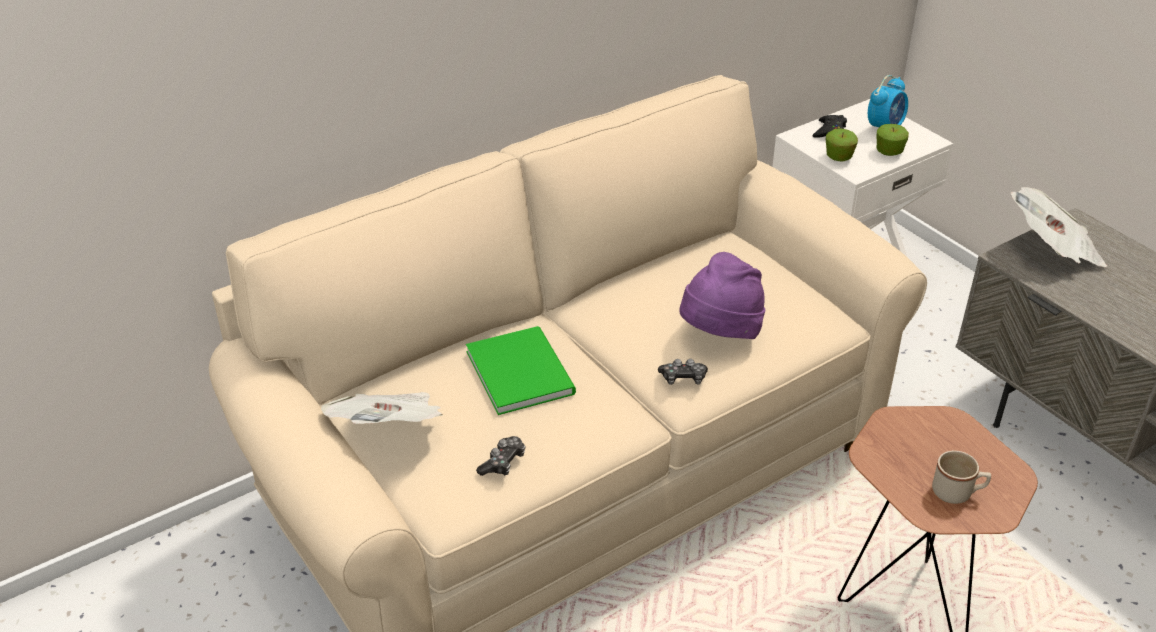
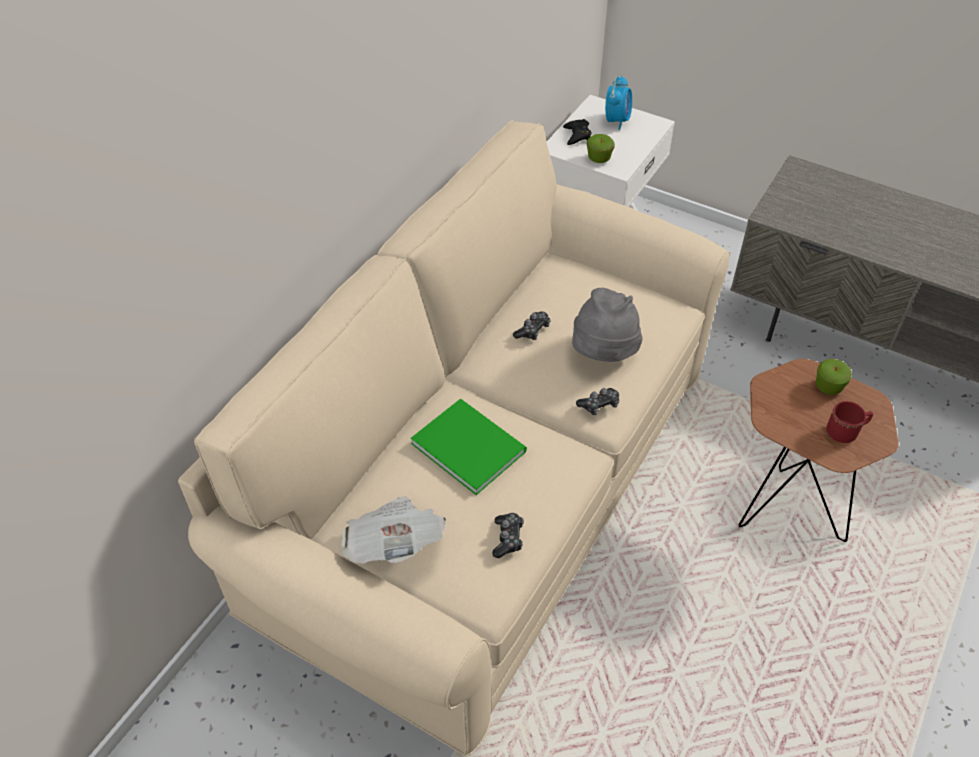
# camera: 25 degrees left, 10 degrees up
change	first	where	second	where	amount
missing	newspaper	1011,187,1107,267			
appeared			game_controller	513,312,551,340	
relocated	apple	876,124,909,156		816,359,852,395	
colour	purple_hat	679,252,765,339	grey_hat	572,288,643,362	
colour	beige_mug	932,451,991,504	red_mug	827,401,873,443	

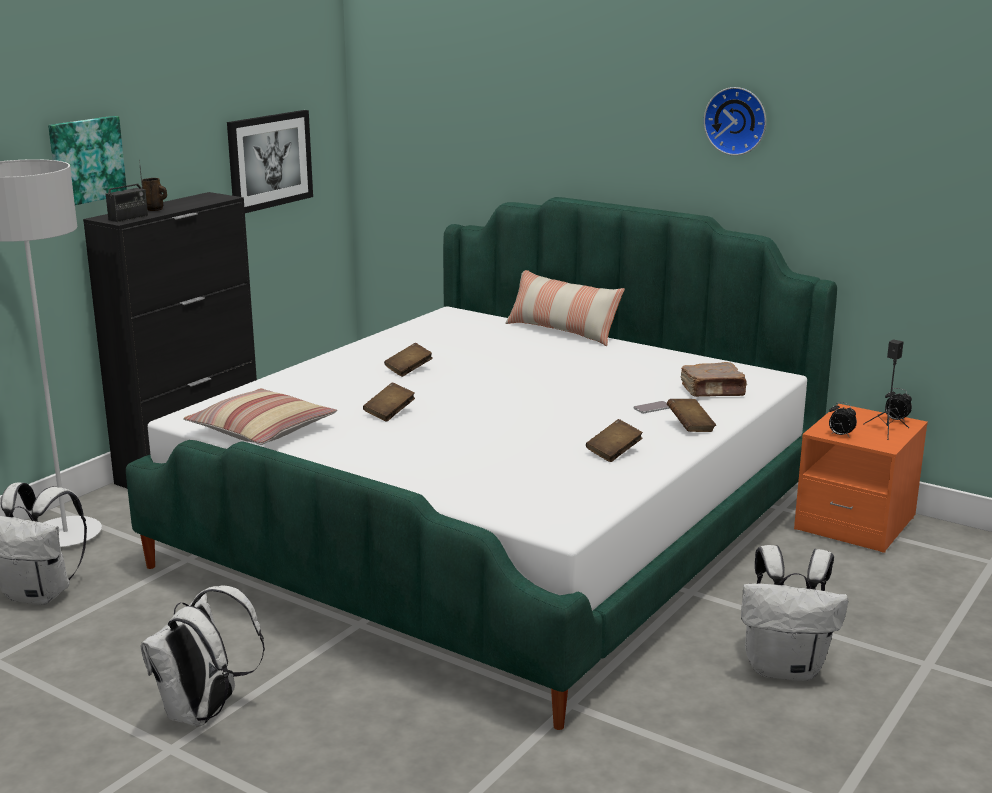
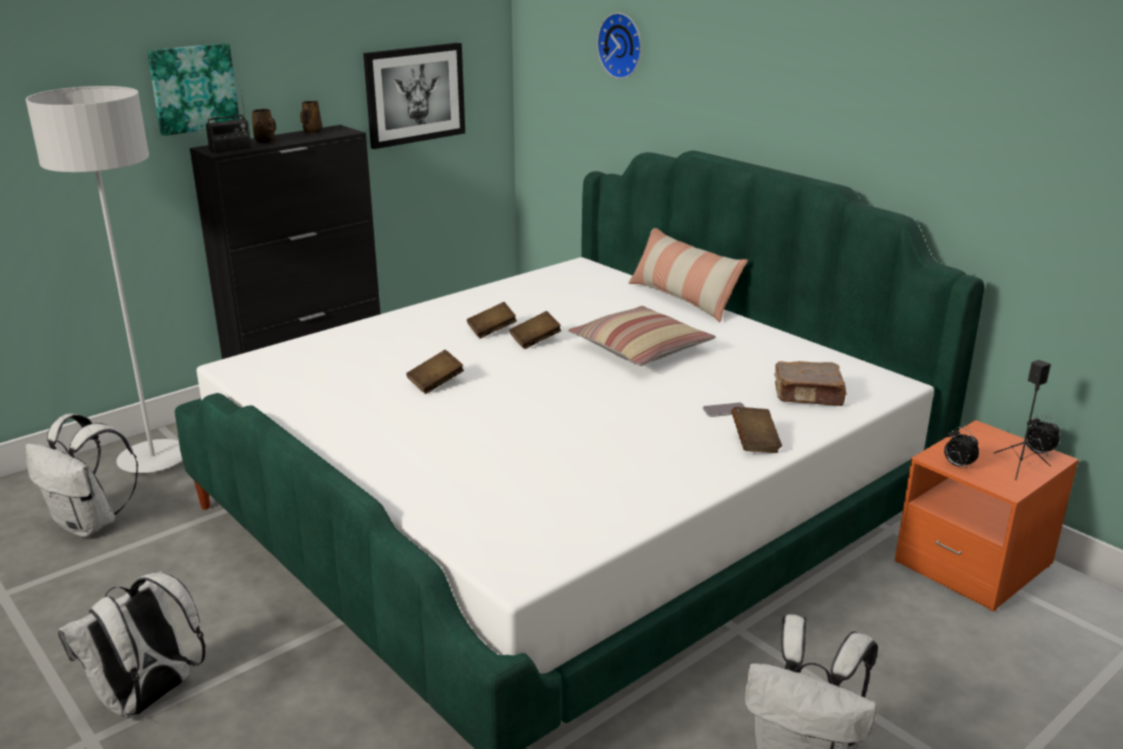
# camera: 15 degrees right, 5 degrees up
change	first	where	second	where	amount
appeared			brown_mug	300,101,323,133	
relocated	pillow	183,388,337,445		568,306,716,366	
relocated	brown_book	586,419,643,462		509,311,562,349	
relocated	wall_clock	704,87,766,156		597,13,641,79	

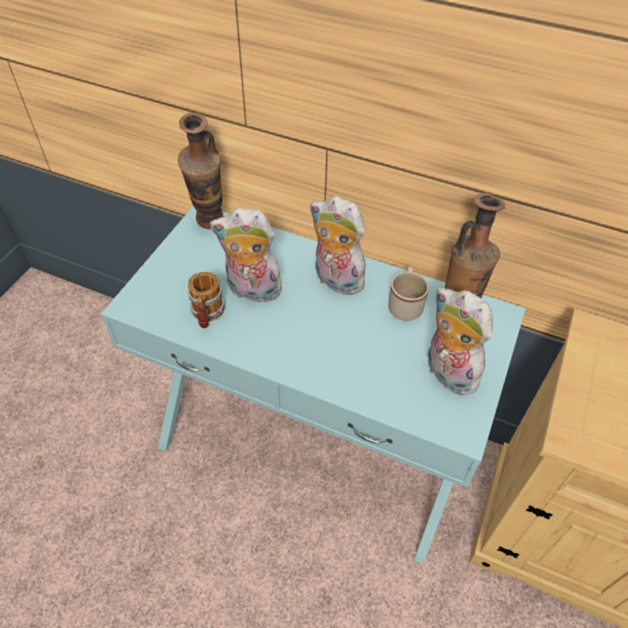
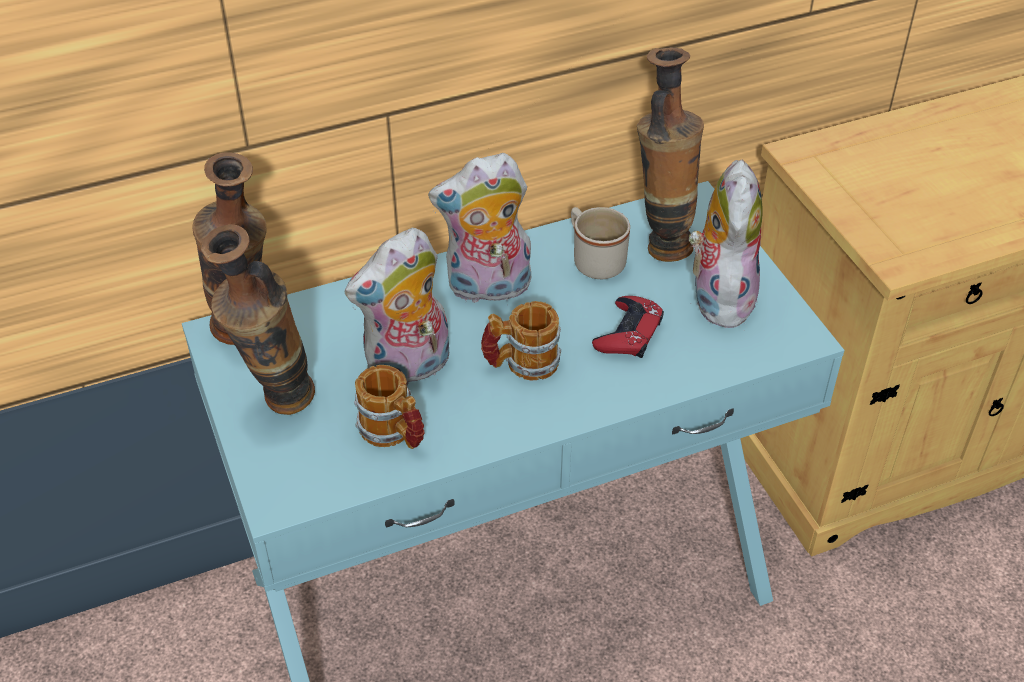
# camera: 45 degrees left, 5 degrees down
change	first	where	second	where	amount
appeared			vase	201,224,315,415	
appeared			mug	481,301,561,381	
appeared			red_game_controller	592,296,664,358	
spun	plush_toy	428,288,493,395		689,160,763,328	90 degrees clockwise

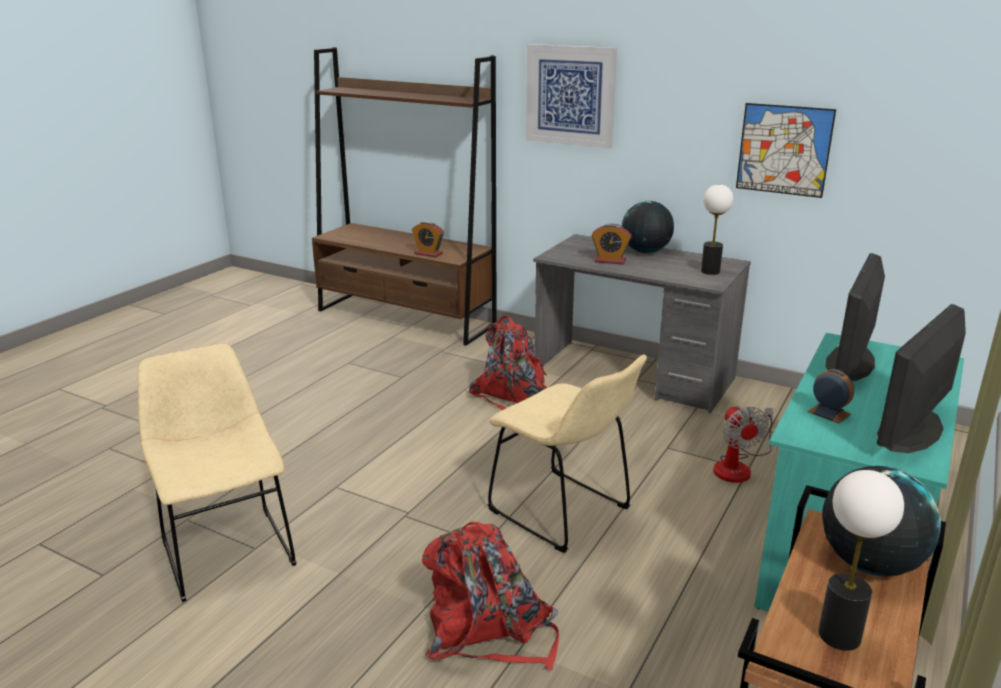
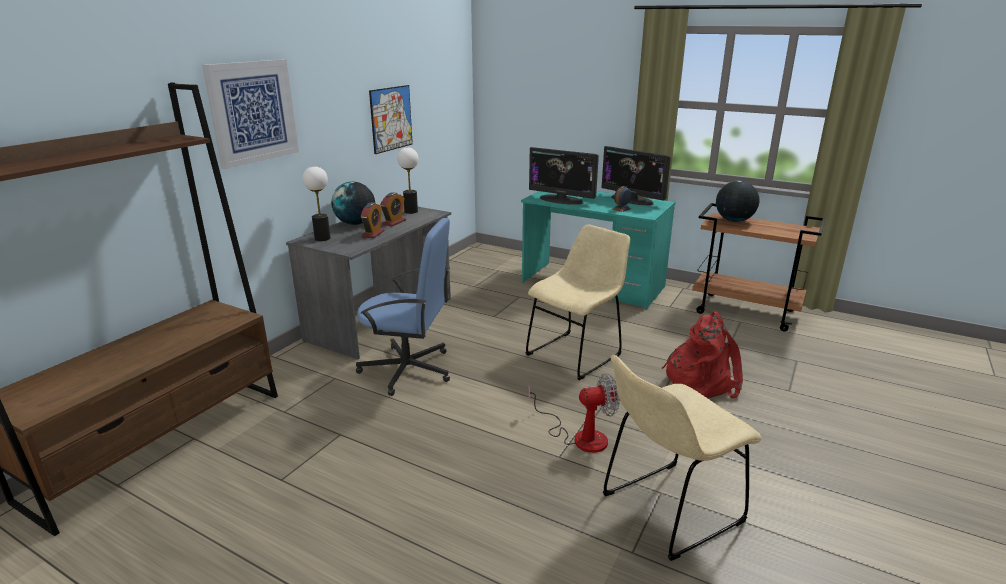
# camera: 90 degrees left, 0 degrees up
change	first	where	second	where	amount
relocated	alarm_clock	412,221,444,258		380,192,406,226	
relocated	fan	713,405,774,483		528,374,620,453	
relocated	table_lamp	818,470,904,651		303,166,331,241	
exchanged	red_backpack	469,316,547,410	blue_office_chair	356,218,450,396	

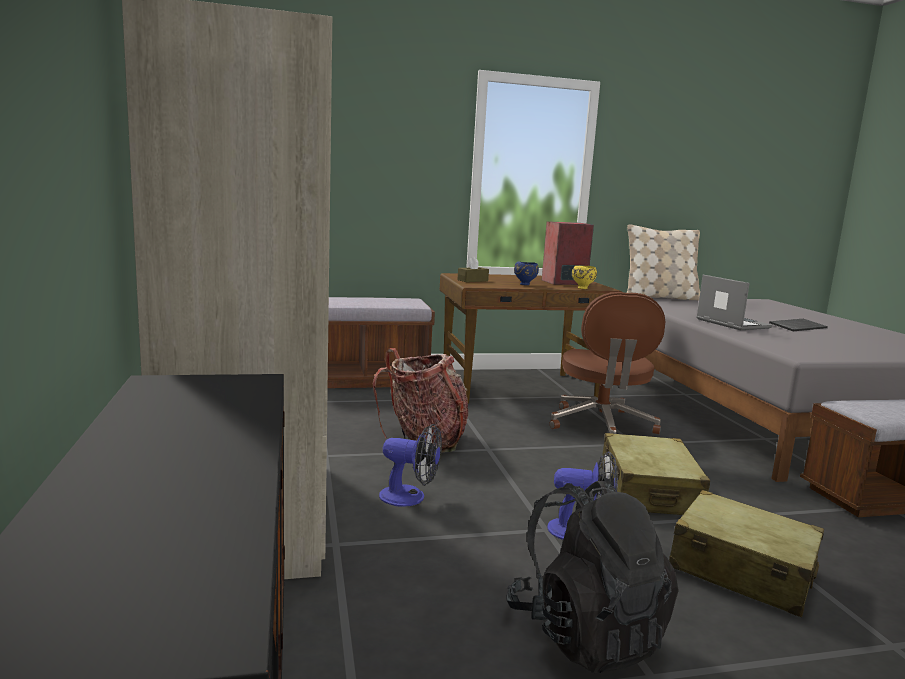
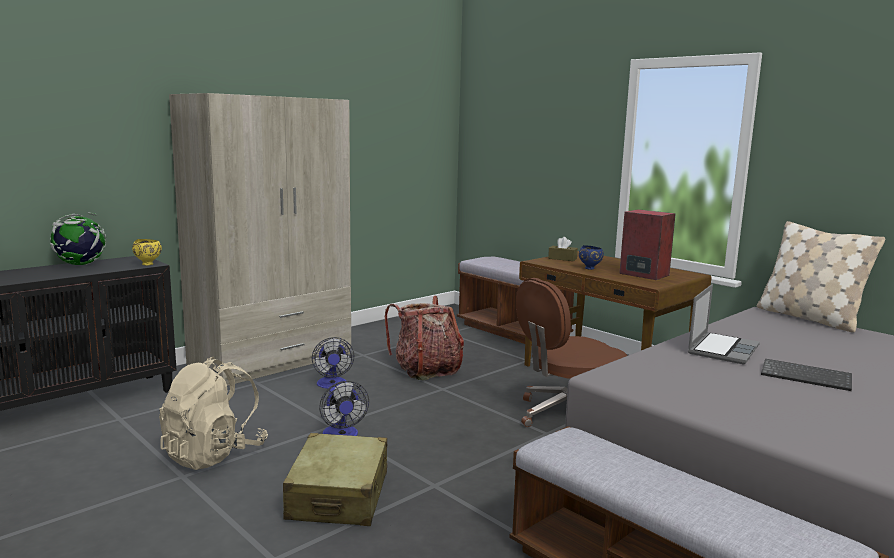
# camera: 60 degrees right, 0 degrees up
change	first	where	second	where	amount
missing	beige_suitcase	601,433,710,515			
appeared			globe	50,213,106,265	
relocated	yellow_bowl	572,266,597,289		132,239,162,265	
colour	black_backpack	506,477,679,673	beige_backpack	159,357,268,470	

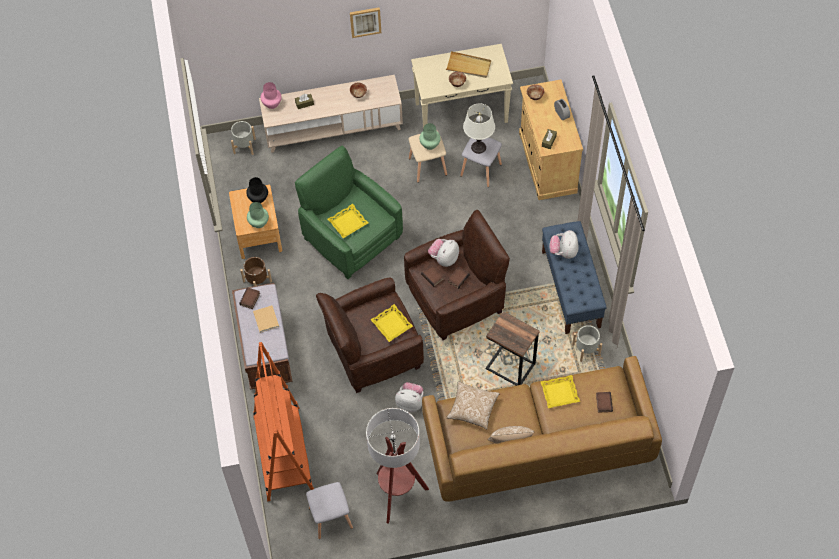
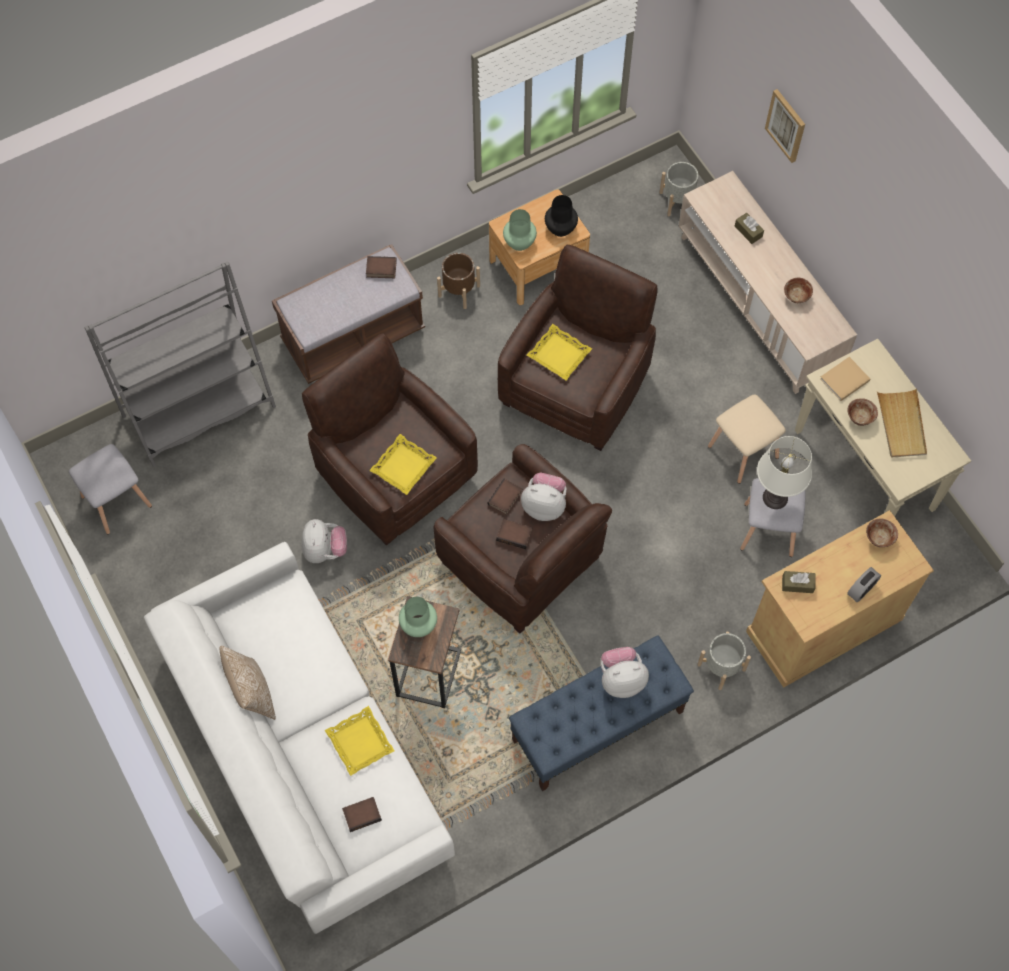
# camera: 70 degrees right, 5 degrees up
change	first	where	second	where	amount
missing	pink_vase	261,82,282,109			
missing	floor_lamp	366,408,429,524			
missing	pillow	446,381,500,429			
relocated	beige_book	253,305,279,333		820,357,870,401	
relocated	picture	350,7,381,38		765,89,805,163	
relocated	green_vase	419,123,441,150		399,597,437,637	
relocated	grey_planter	572,325,602,362		697,632,751,690	
colour	orange_bookcase	253,342,314,501	grey_bookcase	84,261,276,467	
colour	green_armchair	295,146,403,279	brown_armchair	498,245,657,451	
colour	brown_sofa	422,356,662,502	white_sofa	144,542,455,934	

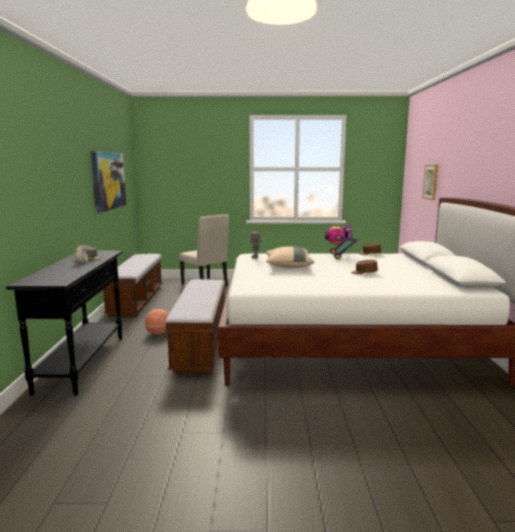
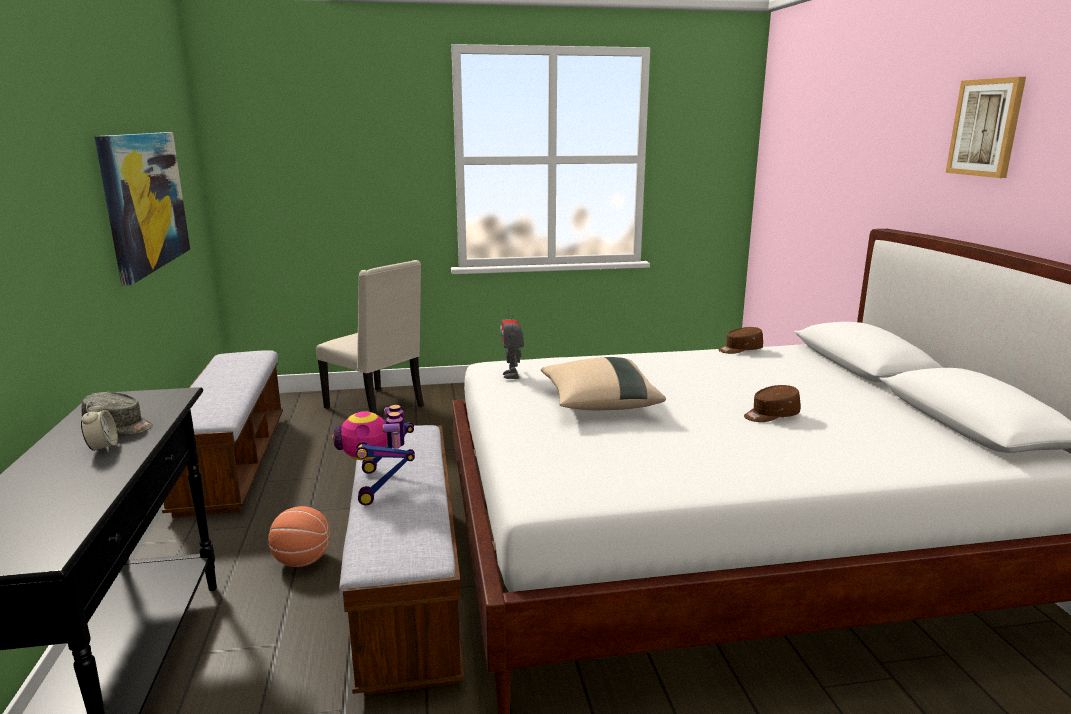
# camera: 10 degrees left, 5 degrees up
change	first	where	second	where	amount
relocated	toy_robot	324,225,357,259		332,405,415,505	
relocated	picture	422,165,438,200		946,77,1026,178	

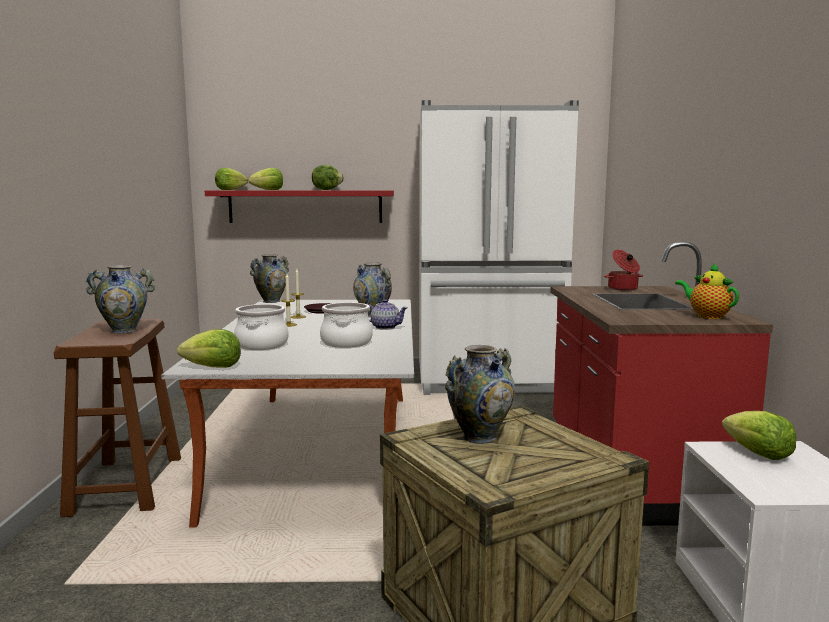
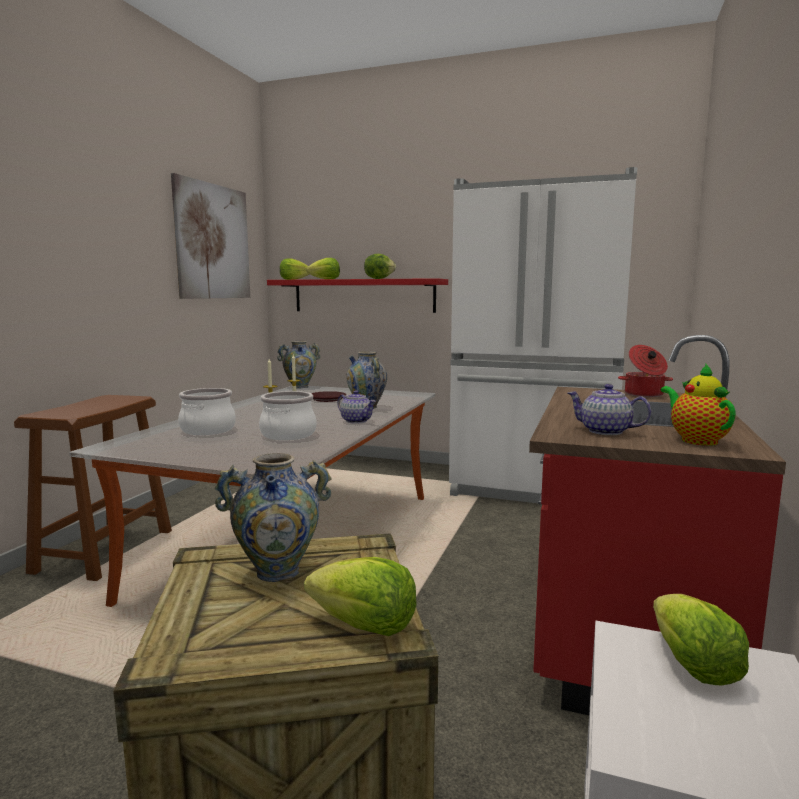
# camera: 20 degrees right, 0 degrees up
change	first	where	second	where	amount
missing	vase	86,265,155,334			
appeared			picture	171,173,250,299	
appeared			teapot	568,384,651,435	
relocated	lettuce	177,329,241,368		304,557,417,636	

